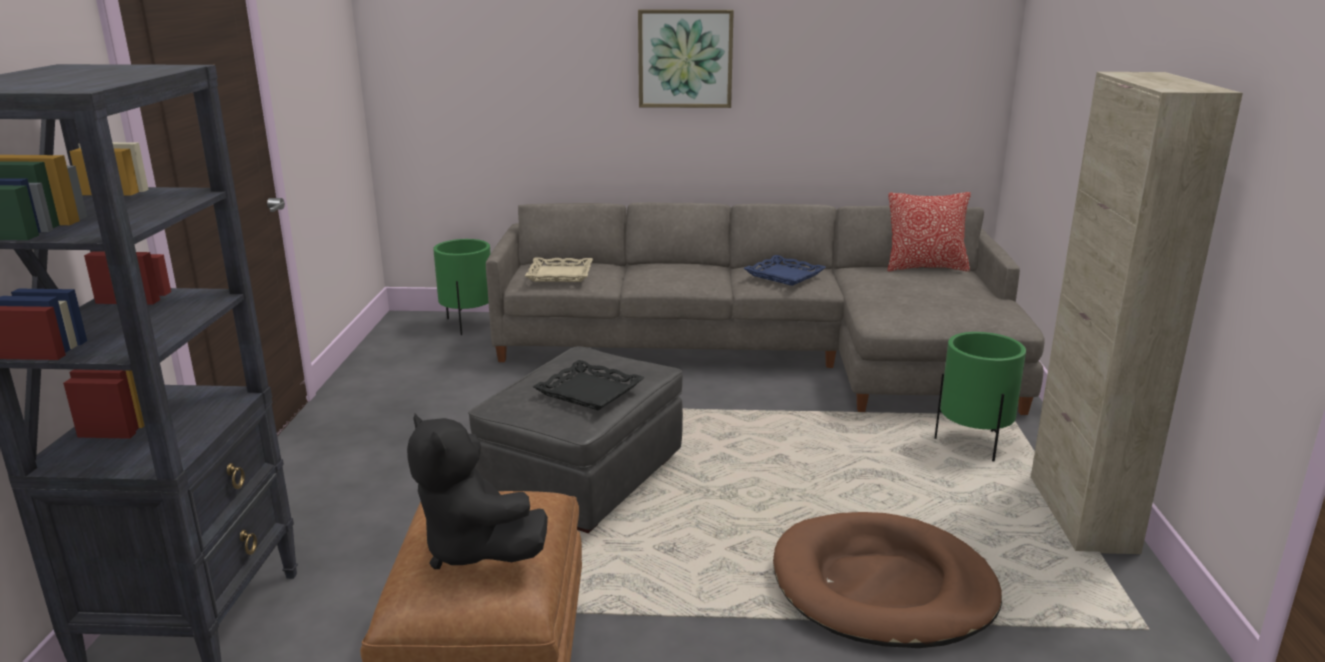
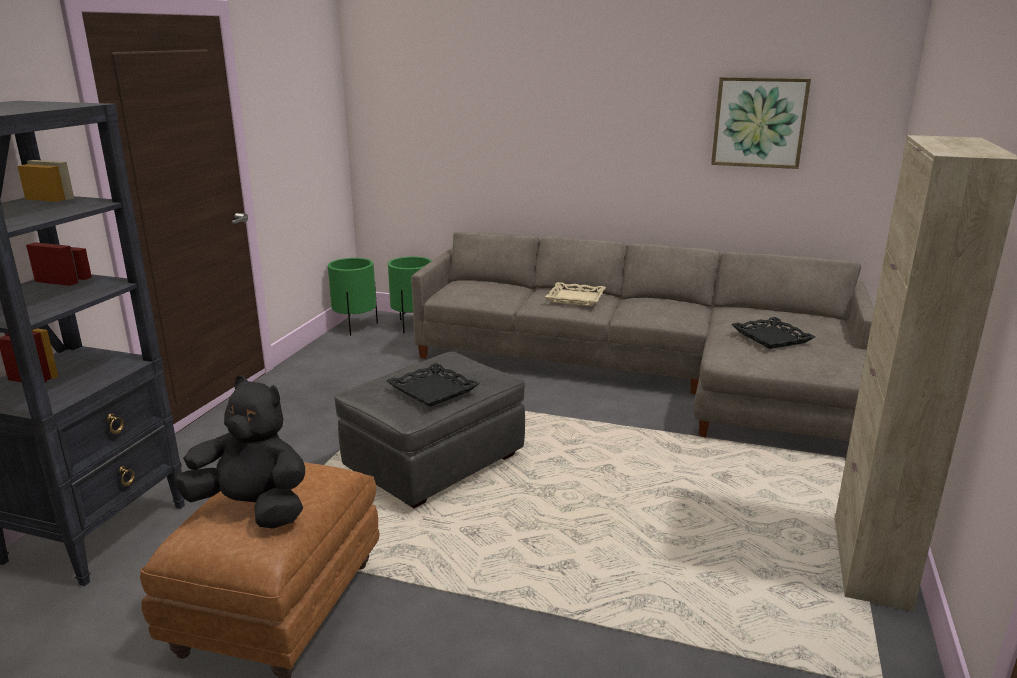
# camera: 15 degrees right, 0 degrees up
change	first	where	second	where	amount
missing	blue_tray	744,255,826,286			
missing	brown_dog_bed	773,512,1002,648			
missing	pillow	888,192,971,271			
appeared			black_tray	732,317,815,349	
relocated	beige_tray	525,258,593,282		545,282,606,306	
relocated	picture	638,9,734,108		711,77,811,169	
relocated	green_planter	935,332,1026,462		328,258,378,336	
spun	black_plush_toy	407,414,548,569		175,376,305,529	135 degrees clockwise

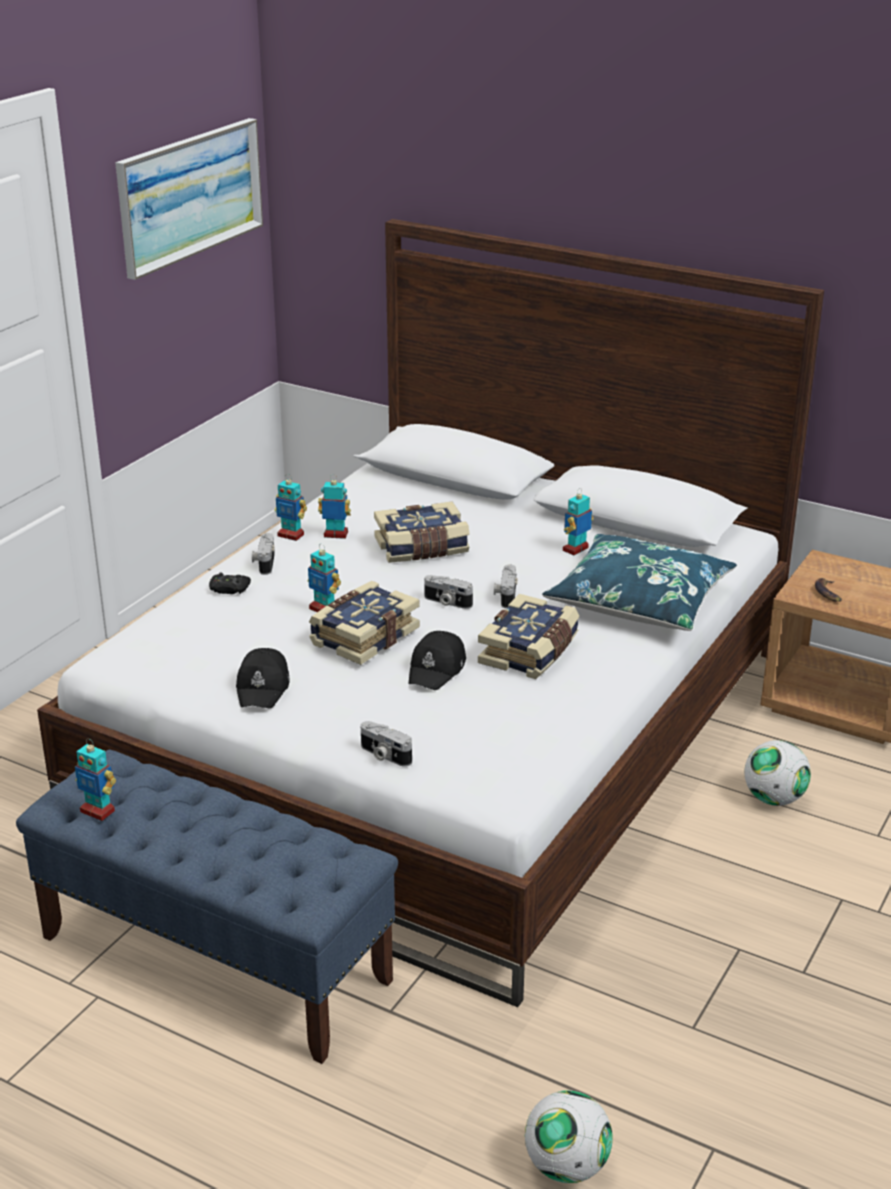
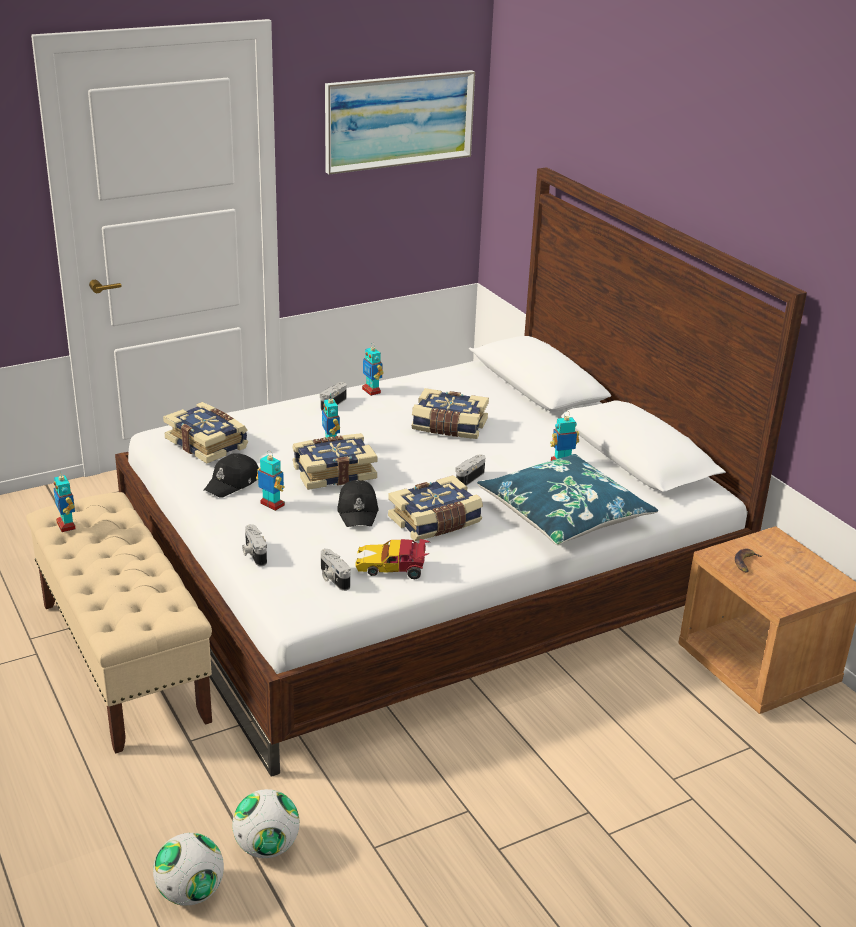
# camera: 30 degrees right, 0 degrees up
change	first	where	second	where	amount
missing	black_game_controller	209,573,251,594			
appeared			book	163,402,248,463	
appeared			toy_car	356,539,430,579	
relocated	toy_robot	318,474,351,539		256,450,285,511	
relocated	photo_camera	424,575,473,609		321,549,351,591	
relocated	football	744,740,811,806		232,789,300,858	
colour	blue_bench	16,749,398,1064	beige_bench	26,492,212,754	
spun	black_cap	408,631,466,690		337,480,379,527	60 degrees counterclockwise

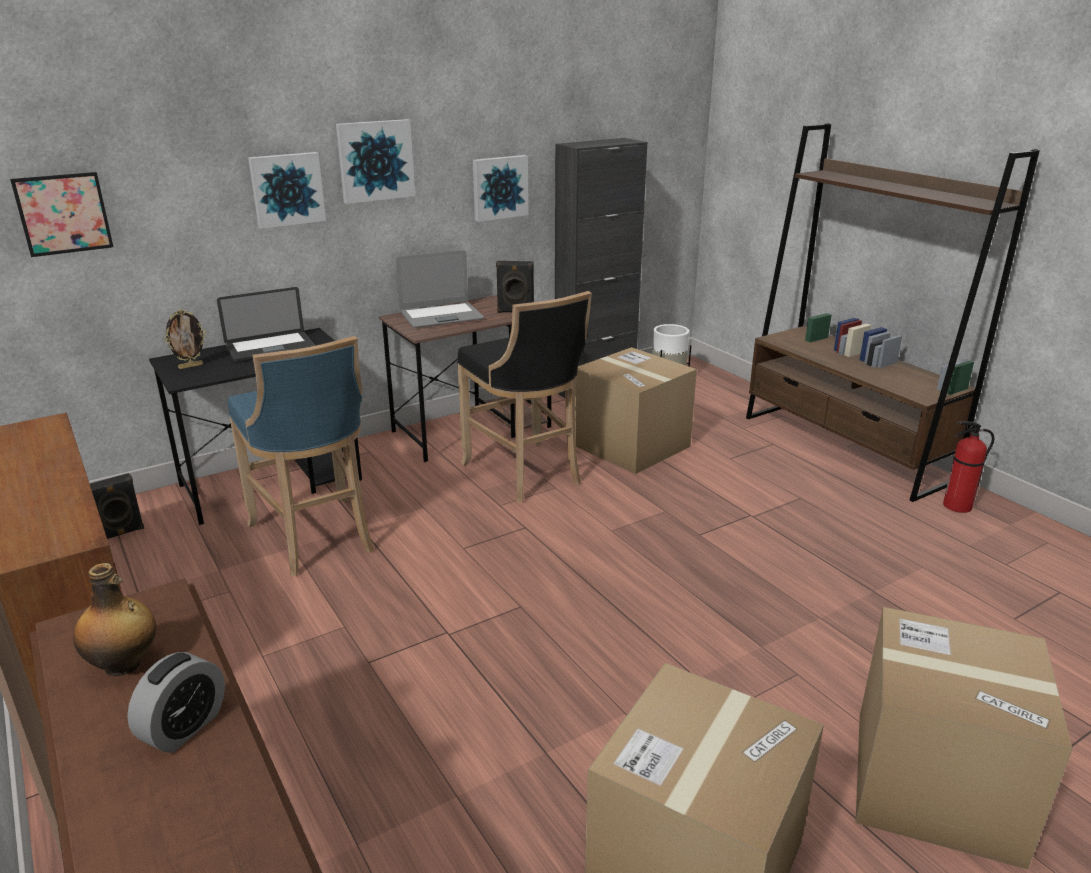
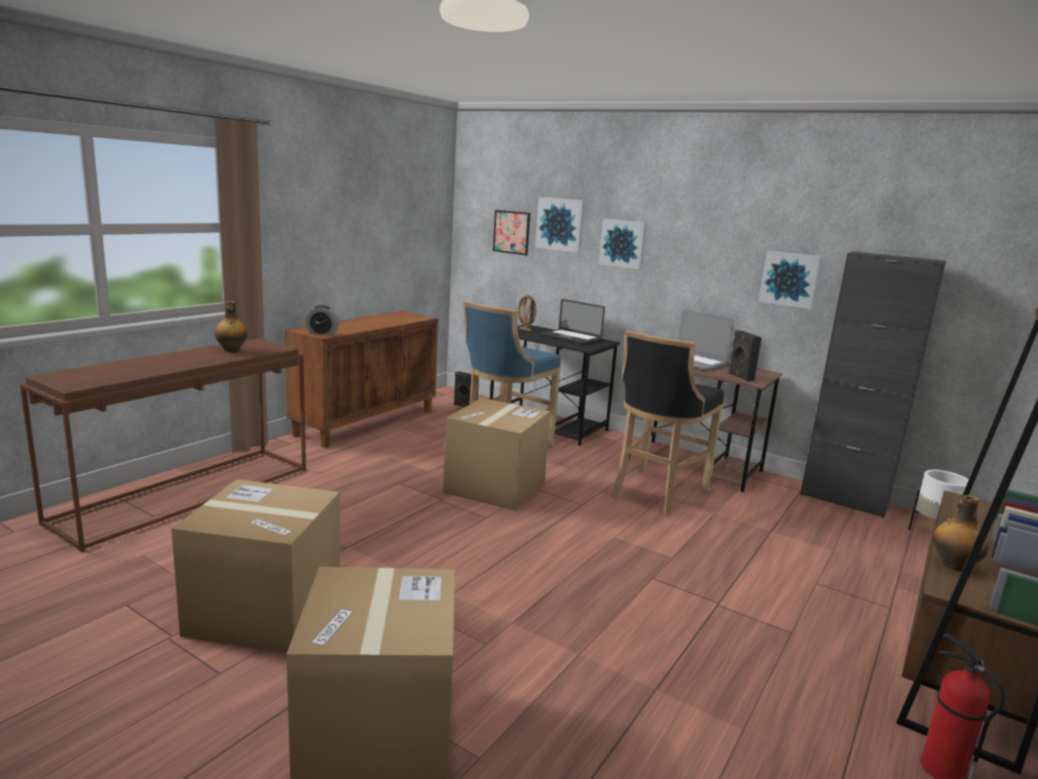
# camera: 65 degrees right, 10 degrees down
change	first	where	second	where	amount
appeared			bottle	933,495,989,572	
relocated	alarm_clock	127,652,225,753		306,305,339,336	
relocated	picture	336,119,415,204		536,197,585,253	
relocated	cardboard_box	575,347,697,474		443,398,551,511	

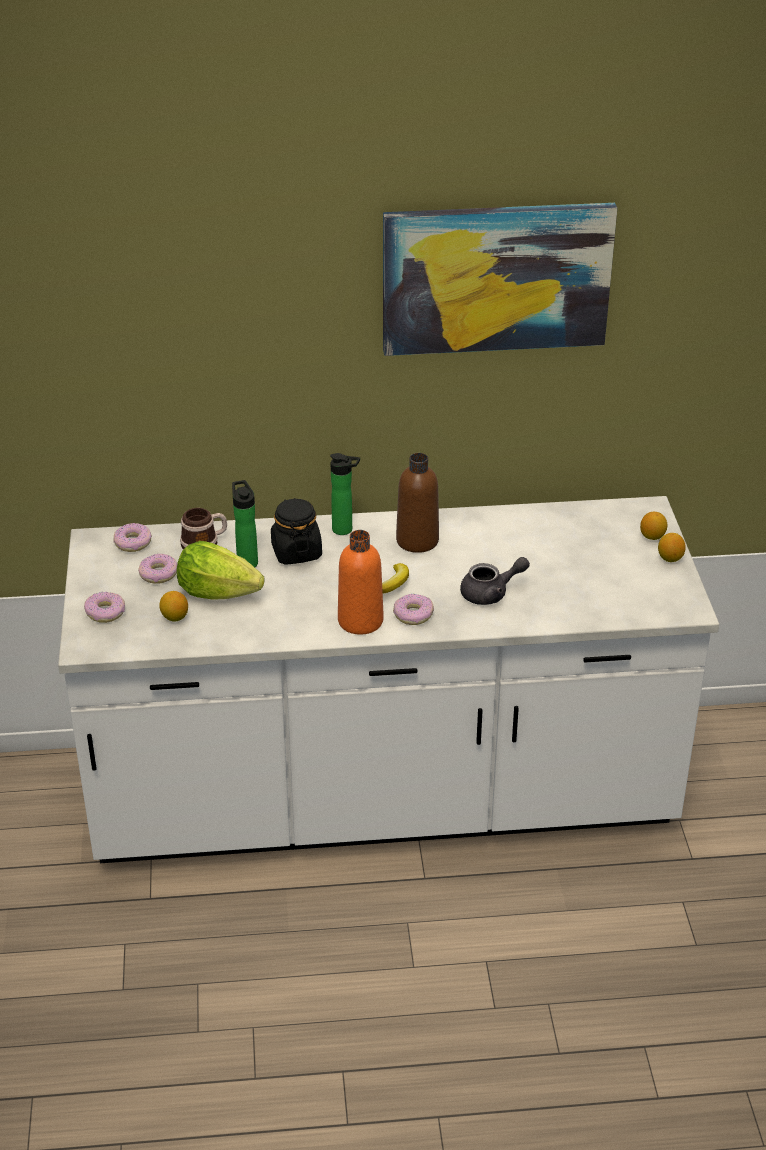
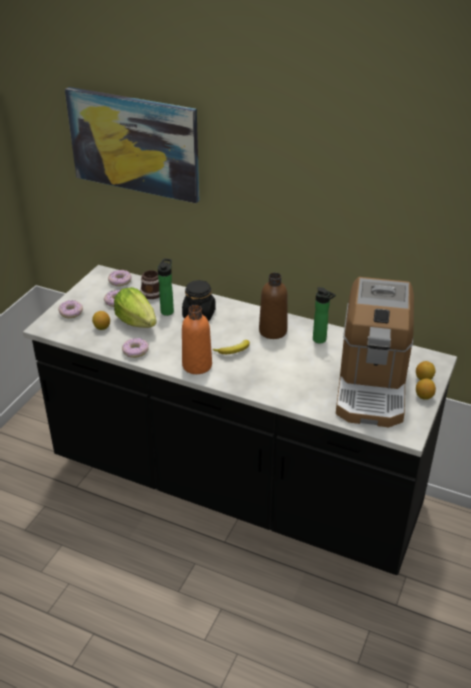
# camera: 30 degrees right, 0 degrees up
change	first	where	second	where	amount
missing	grey_teapot	460,557,530,605			
appeared			coffee_machine	336,277,414,427	
relocated	bottle	330,453,360,535		313,287,336,343	
relocated	picture	383,203,617,356		65,87,199,203	
relocated	donut	393,594,434,625		122,338,149,358	
colour	white_counter	58,496,719,863	black_counter	23,265,457,575	

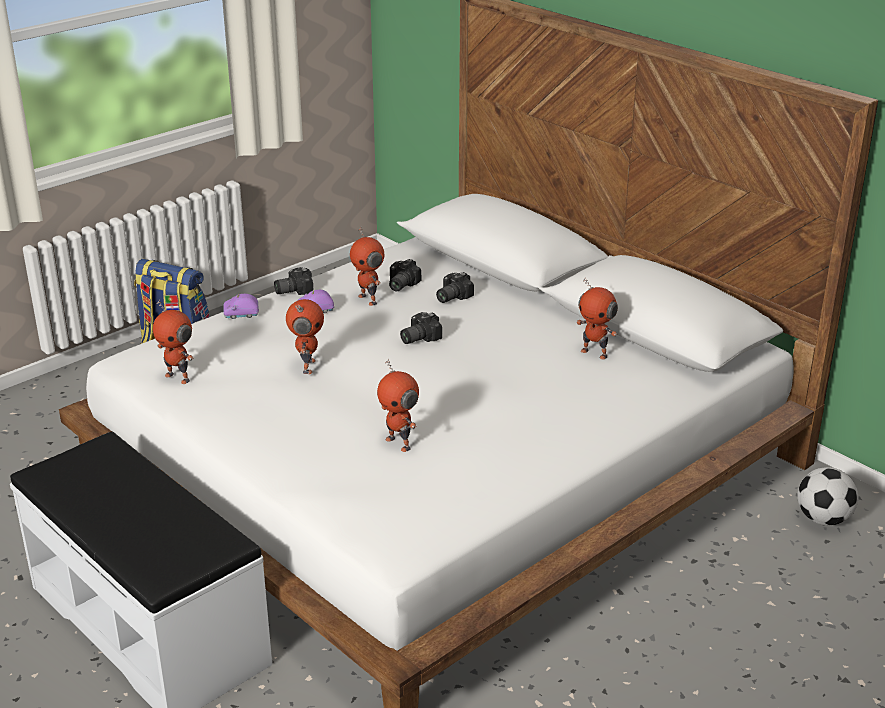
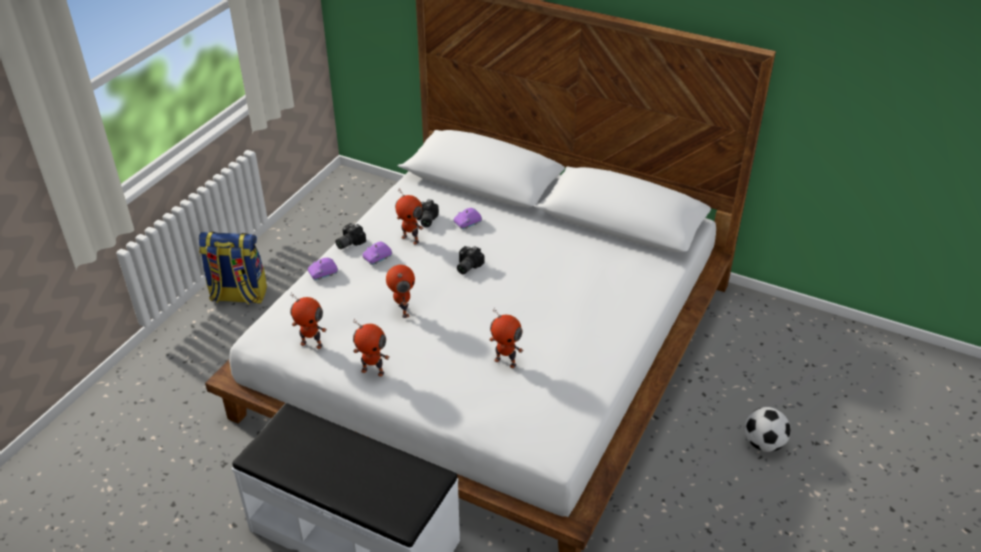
# camera: 20 degrees left, 10 degrees up
change	first	where	second	where	amount
relocated	toy_robot	576,277,618,359		353,319,390,377	
relocated	football	797,467,858,526		745,407,791,452	
exchanged	photo_camera	436,272,474,303	purple_toy_car	454,208,482,230	

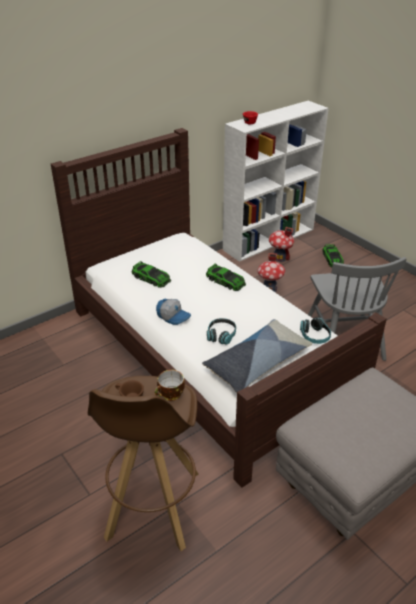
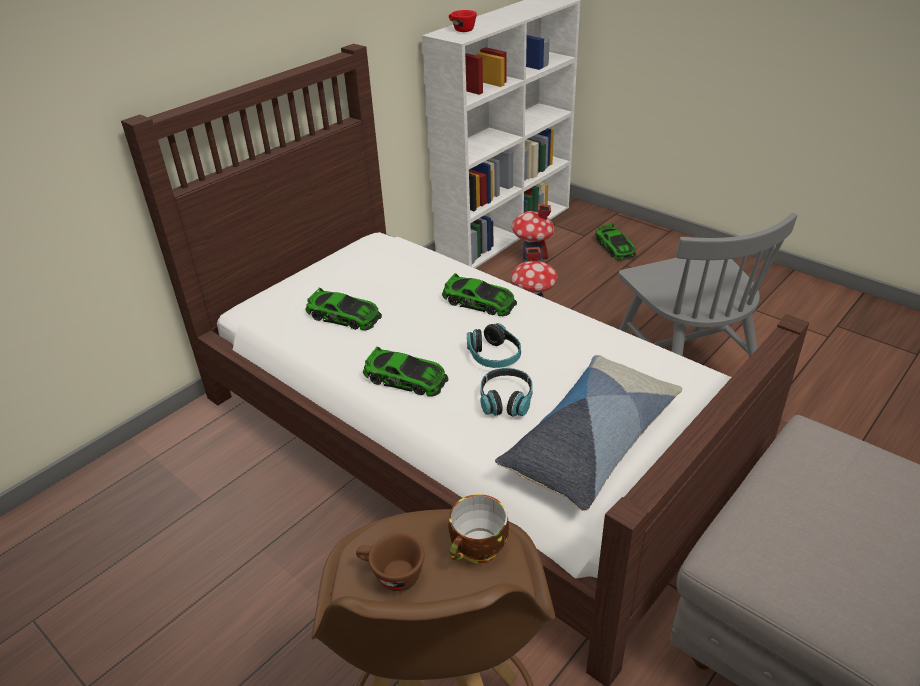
# camera: 10 degrees left, 0 degrees up
change	first	where	second	where	amount
relocated	headphones	300,318,331,344		467,323,521,368	
exchanged	cap	156,299,191,325	toy_car	363,347,448,397	

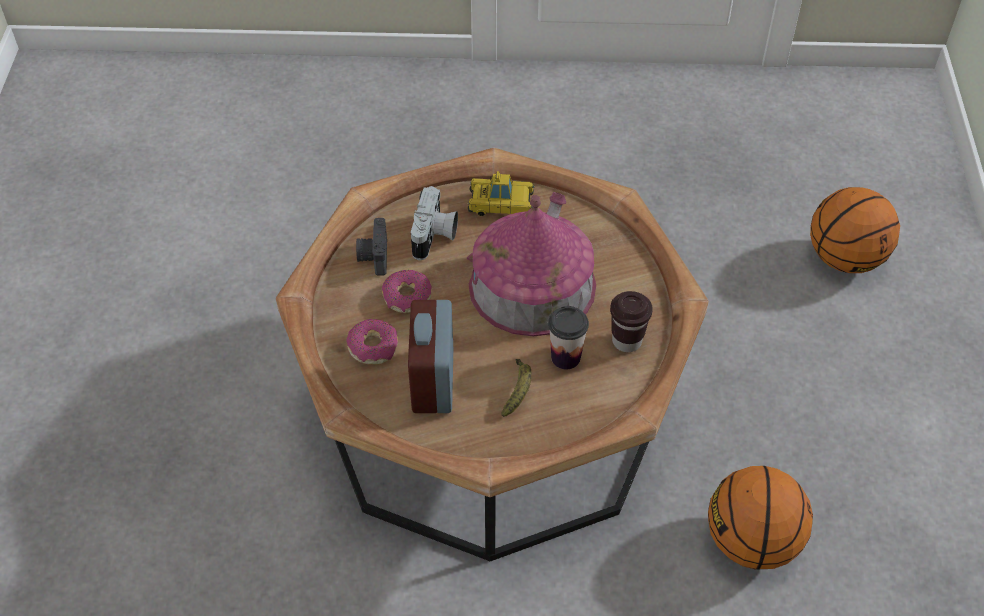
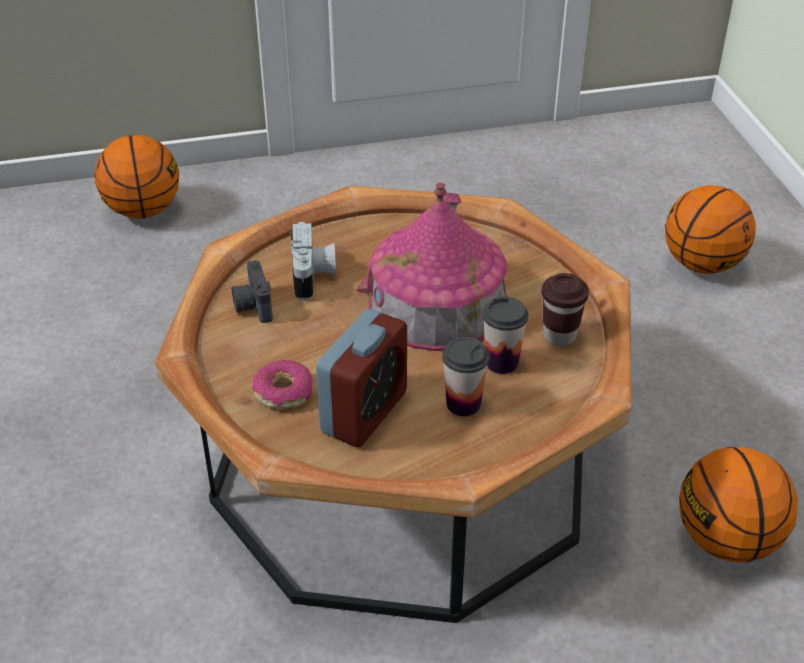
# camera: 15 degrees left, 10 degrees down
change	first	where	second	where	amount
missing	donut	382,270,432,313			
missing	toy_car	467,171,535,216			
appeared			basketball	95,135,179,219	
exchanged	banana	501,359,531,417	cup	442,337,490,416	
spun	alarm_clock	408,300,453,413		316,309,407,447	135 degrees counterclockwise

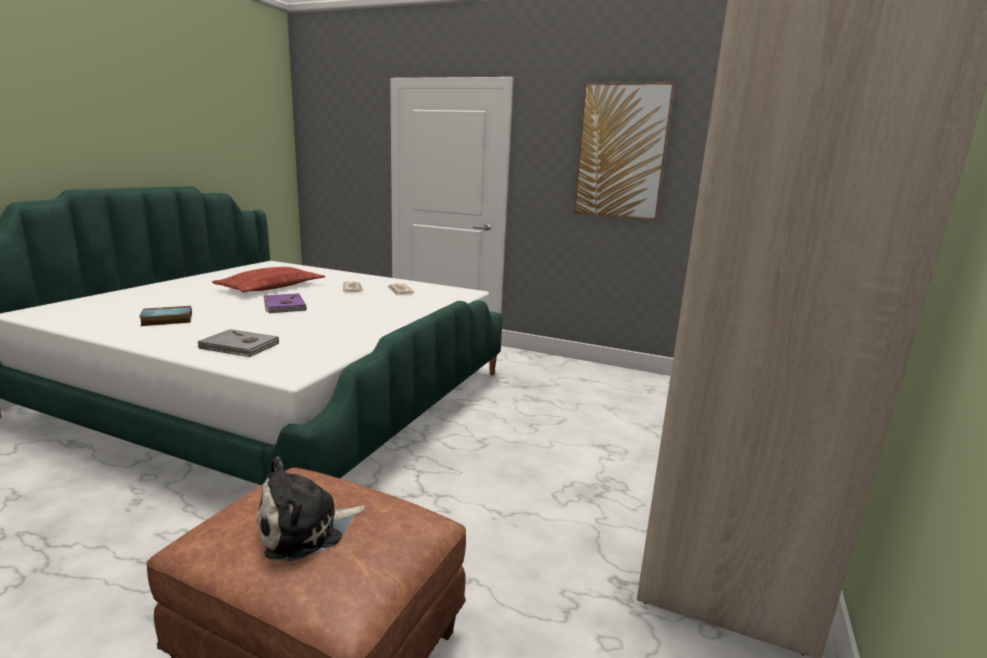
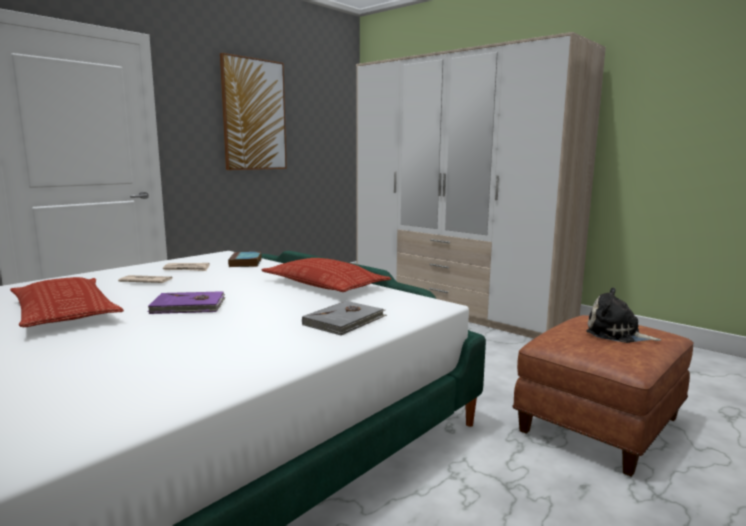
# camera: 70 degrees left, 5 degrees down
change	first	where	second	where	amount
appeared			pillow	261,258,391,292	
relocated	book	139,306,192,326		228,252,262,267	
spun	plush_toy	257,456,365,562		586,288,661,343	135 degrees clockwise

